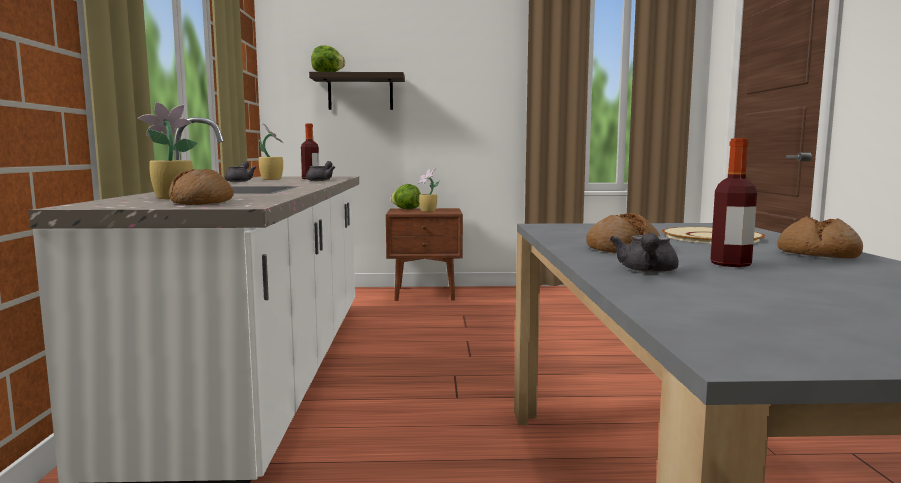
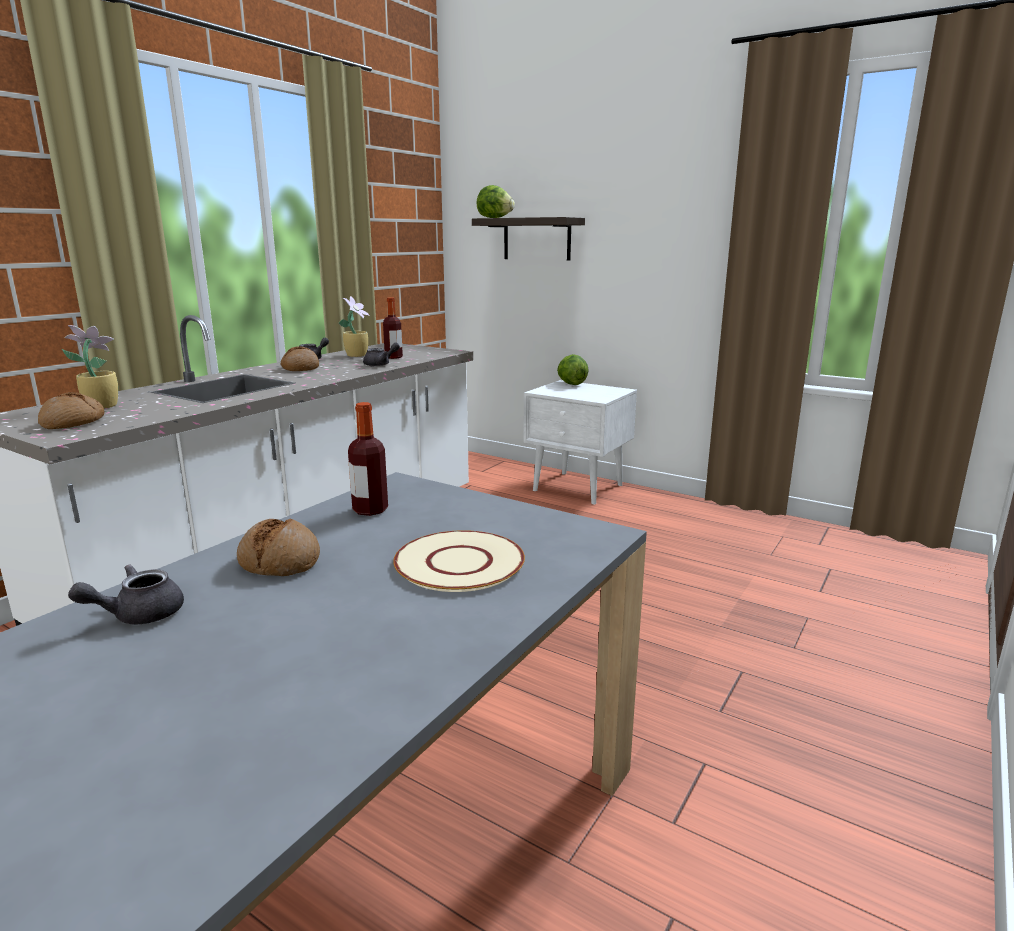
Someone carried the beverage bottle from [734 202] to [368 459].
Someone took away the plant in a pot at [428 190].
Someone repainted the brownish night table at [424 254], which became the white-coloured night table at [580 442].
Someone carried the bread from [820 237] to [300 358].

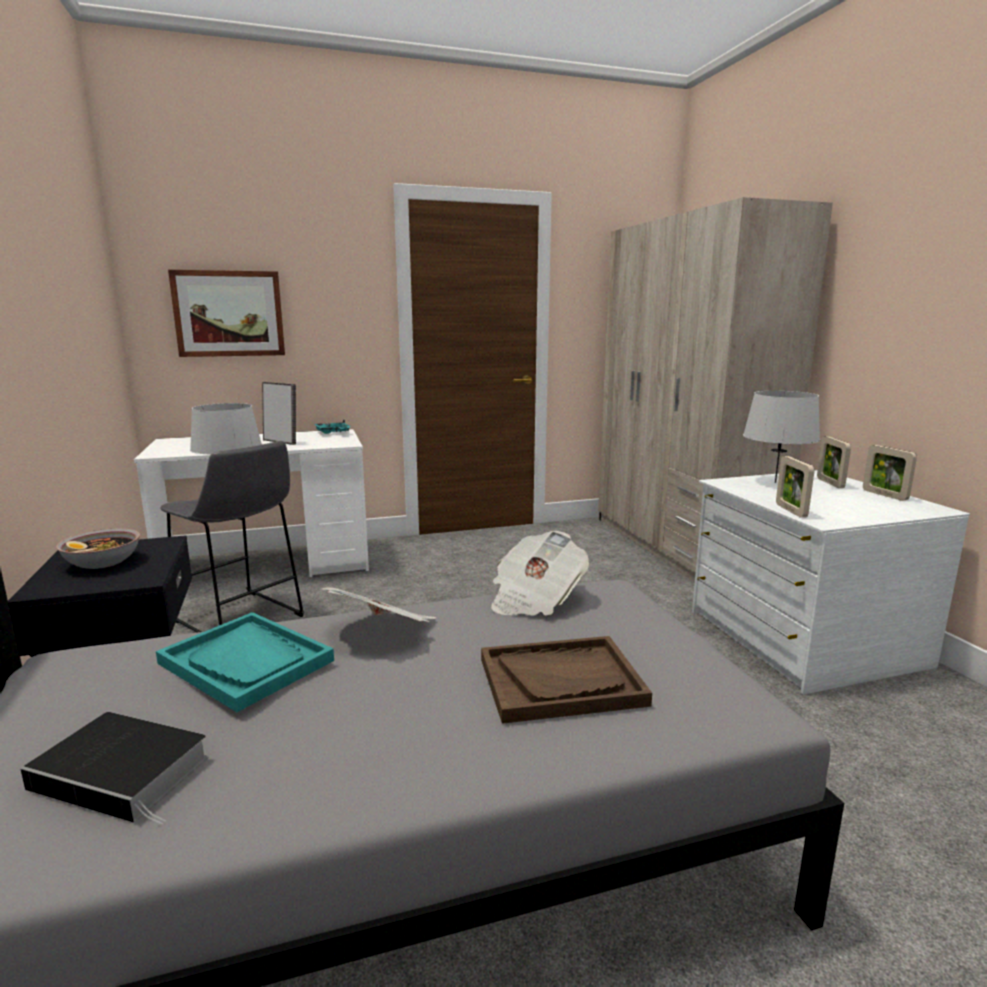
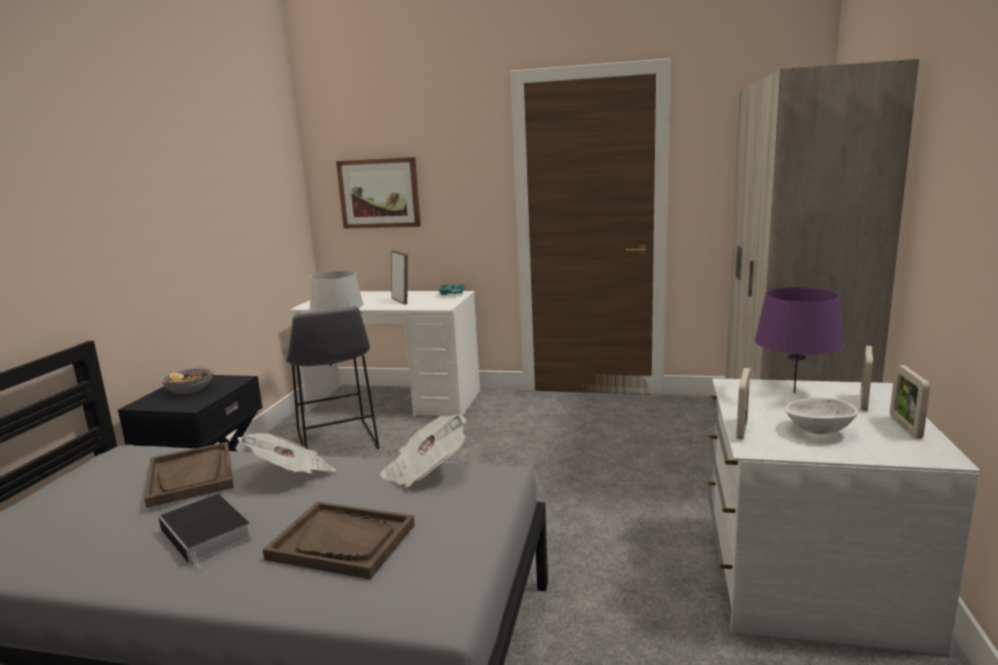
Someone repainted the grey table lamp at [781 437], which became the purple table lamp at [799 340].
Someone repainted the blue-green tray at [245 662], which became the brownish tray at [189 475].
Someone carried the bound book from [114 768] to [205 531].
Someone put down the white-coloured deep dish at [822 415].

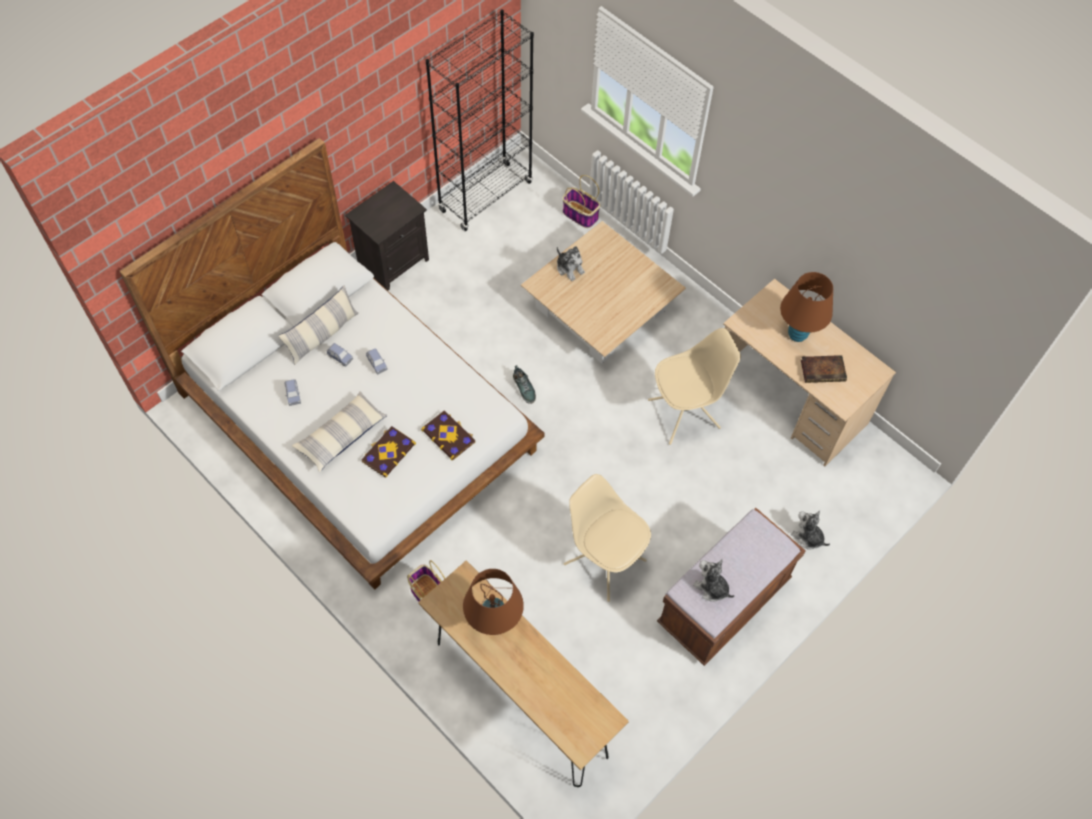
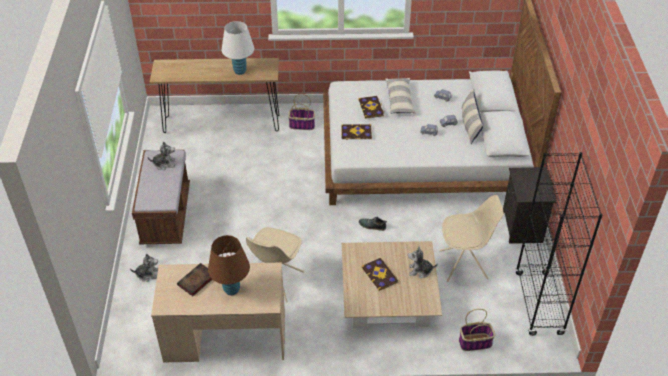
Someone carried the sand-coloured upright chair from [607 538] to [471 238].
Someone repainted the brownish table lamp at [493 602], which became the white-coloured table lamp at [238 48].
Someone put down the bound book at [379 274].

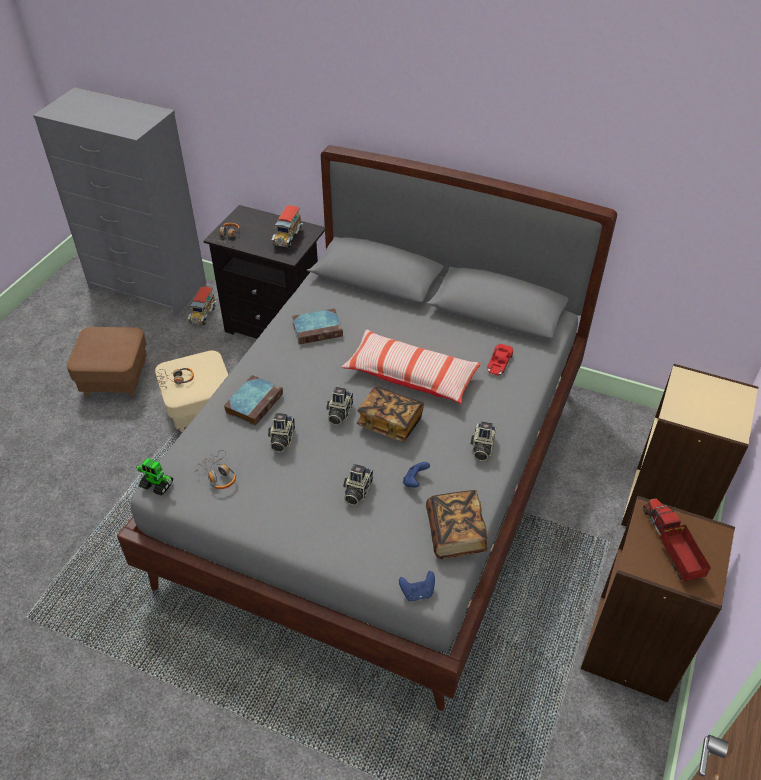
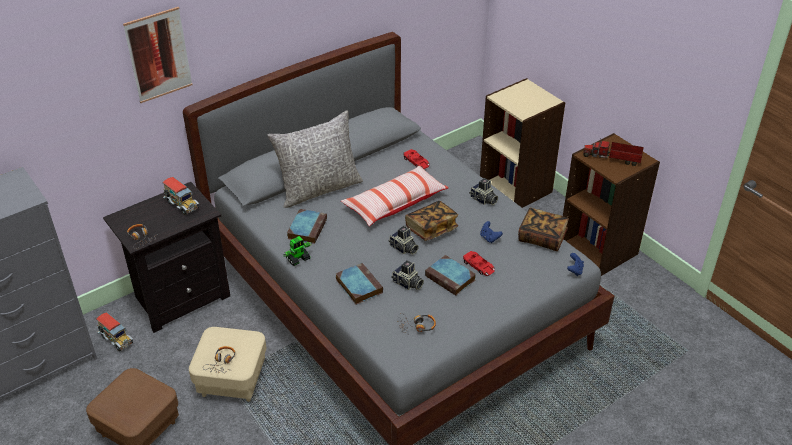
Someone carried the toy robot from [154 477] to [298 251].
Someone swapped the photo camera at [358 485] for the reddish miniature car at [479 263].
Someone put up the picture at [157 55].
Someone put down the grey cushion at [315 159].
Someone put down the bound book at [450 275].

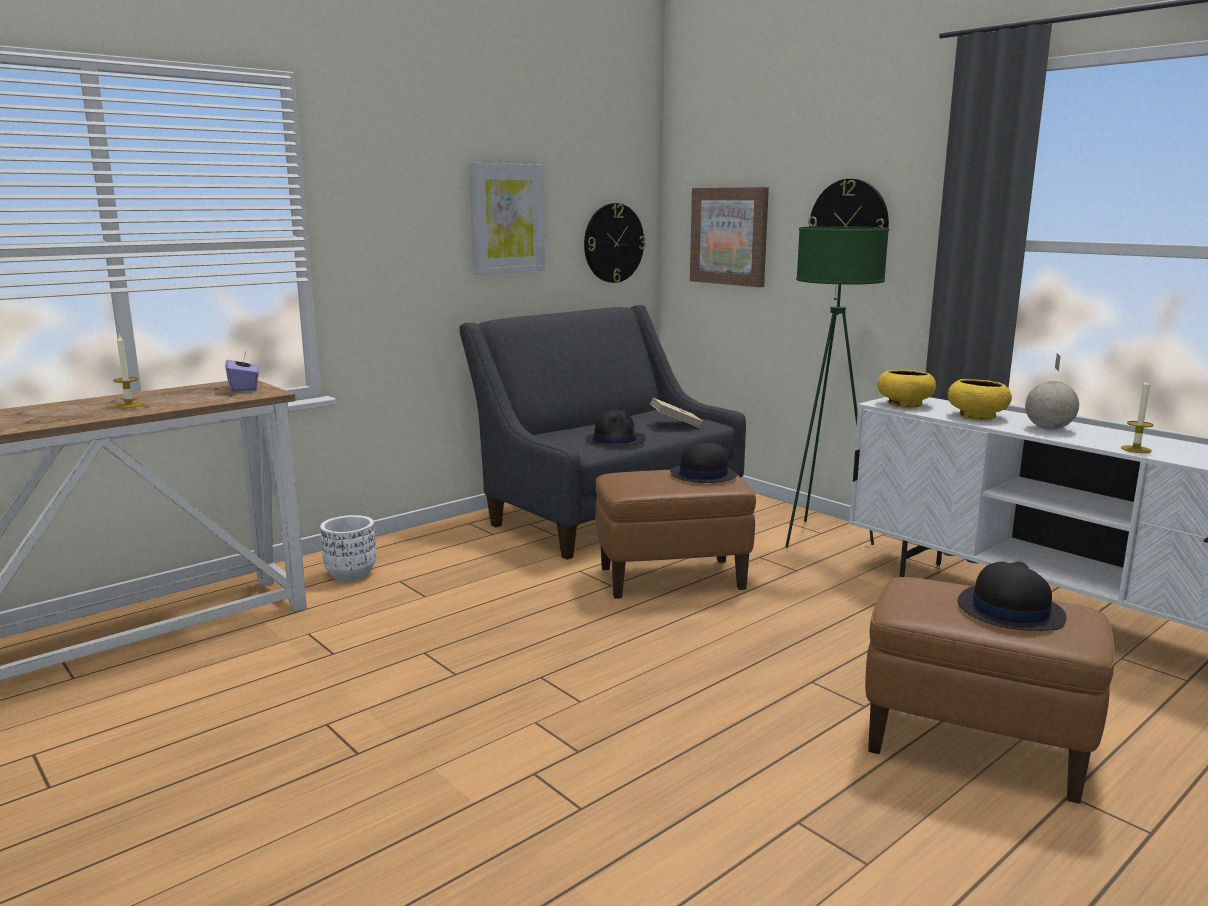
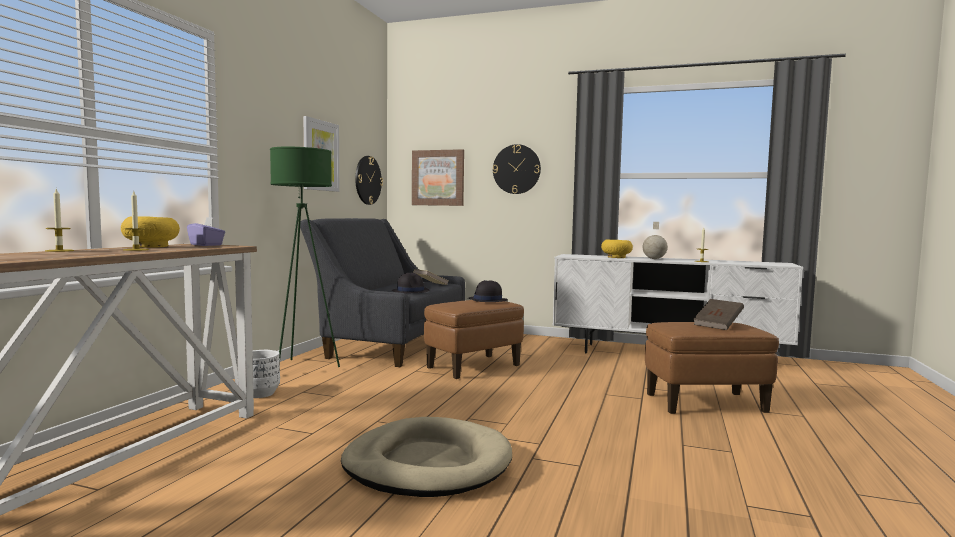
Someone carried the green-coloured floor lamp from [837 387] to [305 257].
Someone carried the yellow-coloured deep dish from [906 389] to [150 232].
Someone swapped the black-coloured wearable hat at [1012 596] for the brownish bound book at [718 314].
Someone put down the wax light at [59 220].
Someone put down the sand-coloured dog cushion at [426 457].

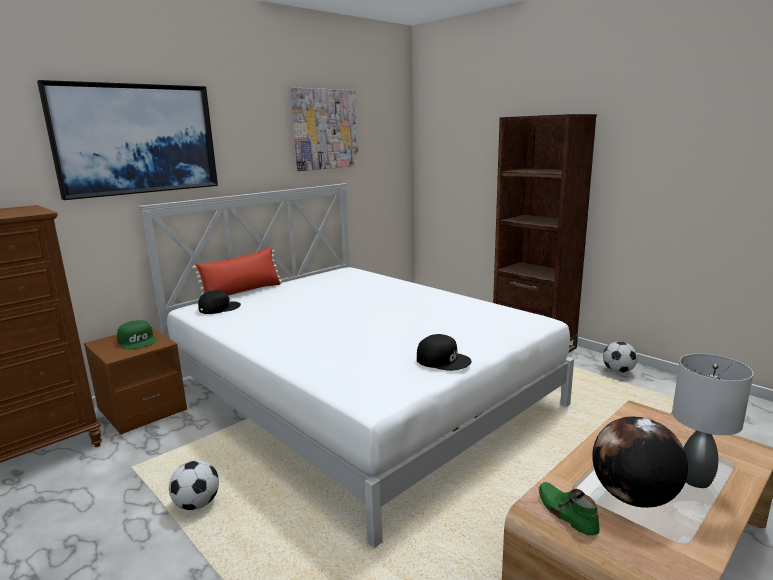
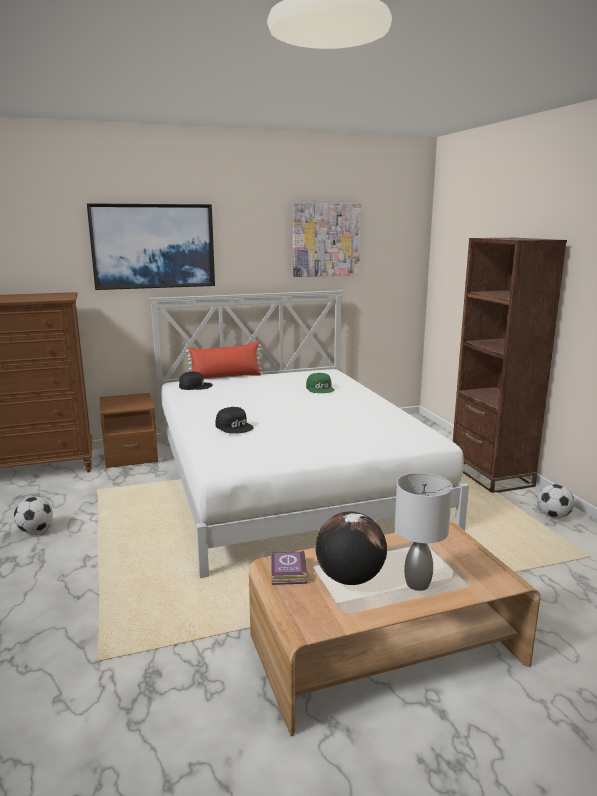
Someone carried the green-coloured peaked cap from [137 334] to [320 383].
Someone carried the black-coloured peaked cap from [444 352] to [234 420].
Someone carried the football from [194 485] to [33 515].
Someone swapped the green-coloured item of footwear at [569 509] for the bound book at [289 568].

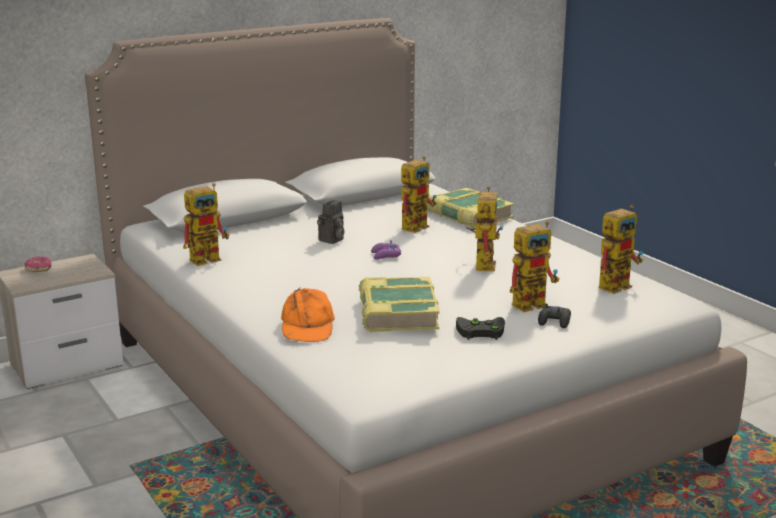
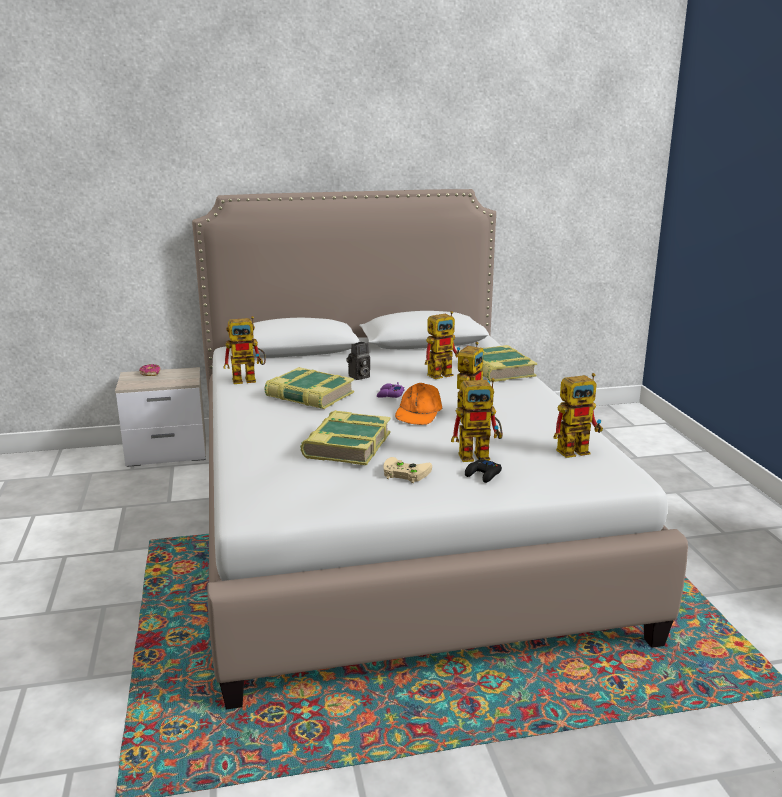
Someone carried the orangey peaked cap from [308 315] to [418 403].
Someone repainted the black-coloured gamepad at [480 328], which became the sand-coloured gamepad at [407 470].
Someone put down the bound book at [309 388].

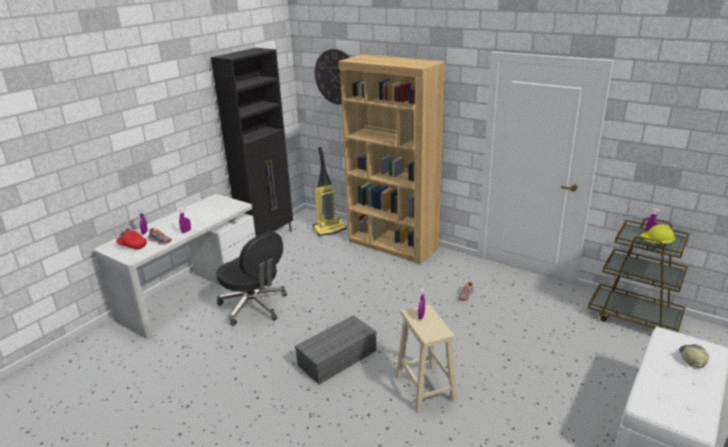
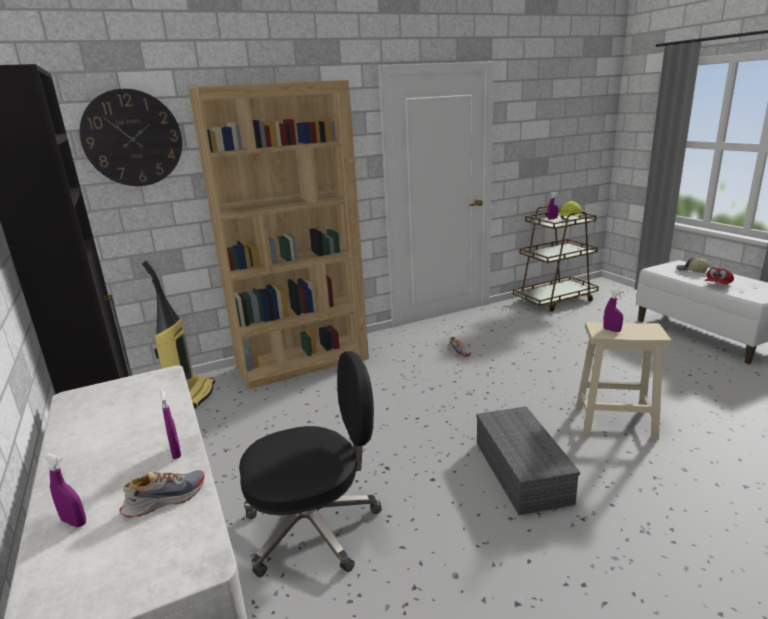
Someone carried the reddish peaked cap from [131 239] to [719 275].

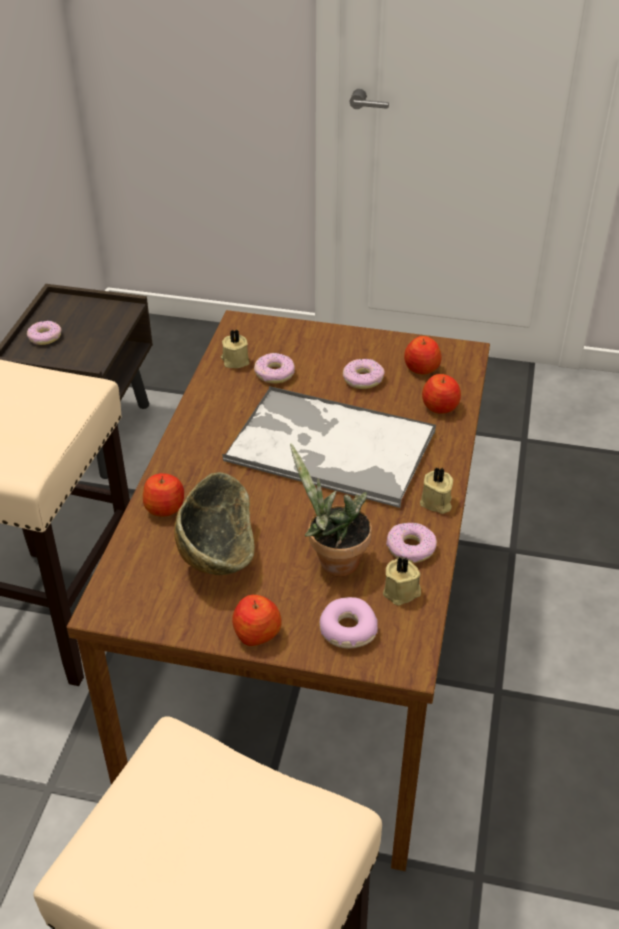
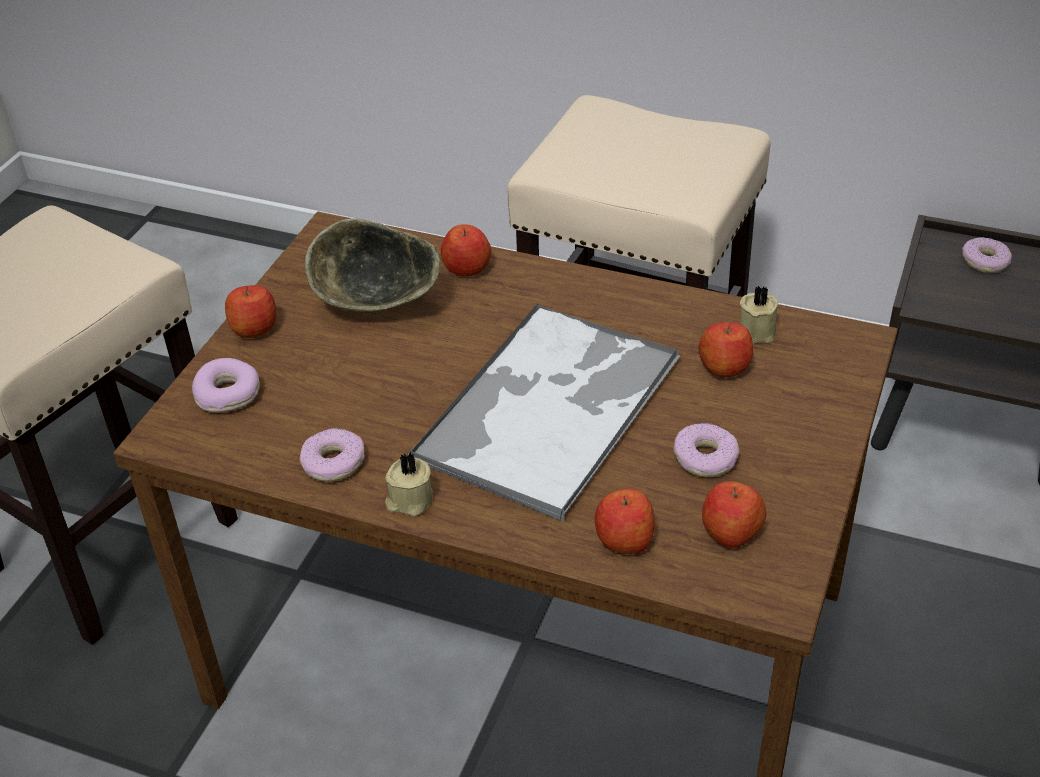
Someone swapped the donut at [274 368] for the apple fruit at [725 350].
Someone took away the plant in a pot at [331 510].
Someone took away the sand-coloured wax light at [402 581].

